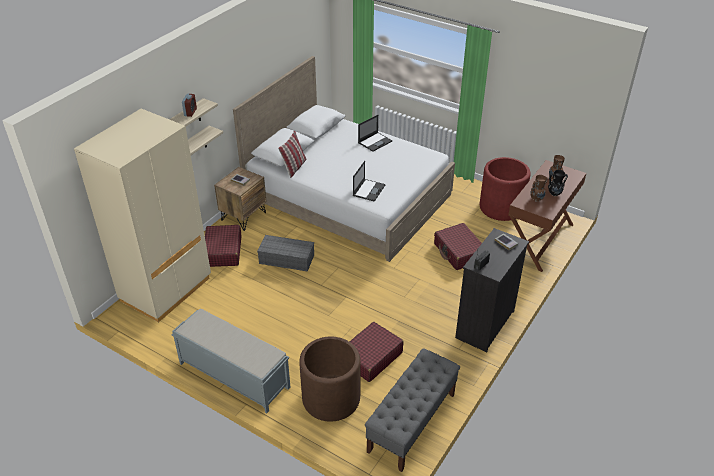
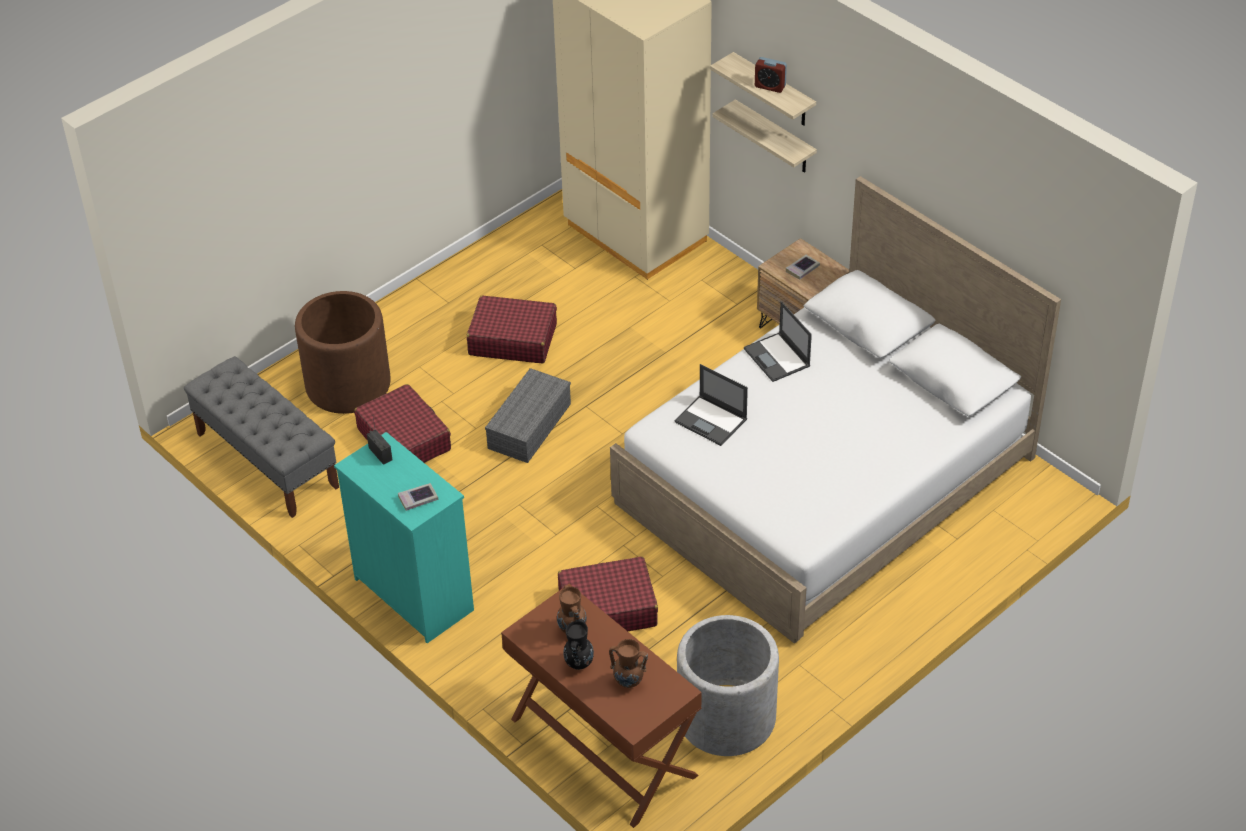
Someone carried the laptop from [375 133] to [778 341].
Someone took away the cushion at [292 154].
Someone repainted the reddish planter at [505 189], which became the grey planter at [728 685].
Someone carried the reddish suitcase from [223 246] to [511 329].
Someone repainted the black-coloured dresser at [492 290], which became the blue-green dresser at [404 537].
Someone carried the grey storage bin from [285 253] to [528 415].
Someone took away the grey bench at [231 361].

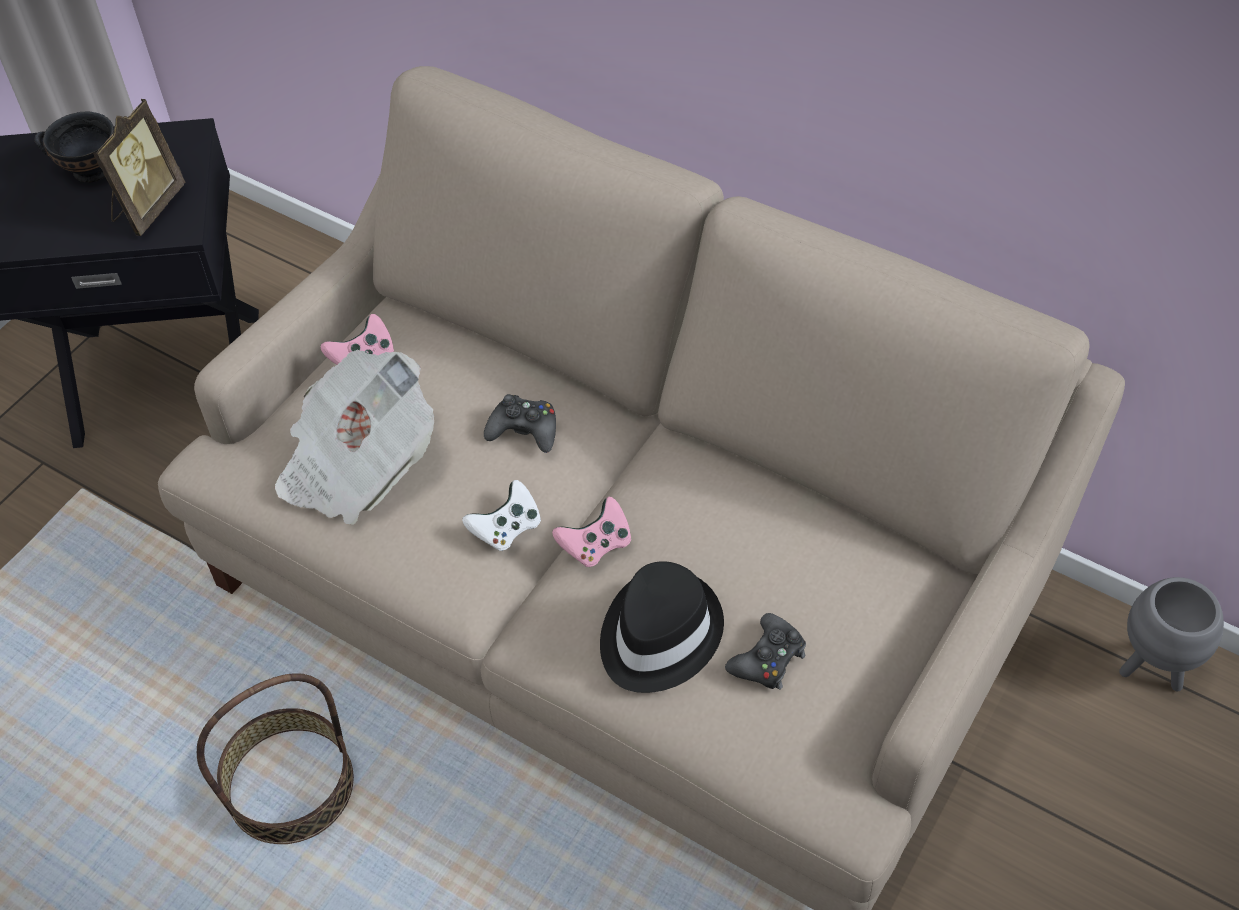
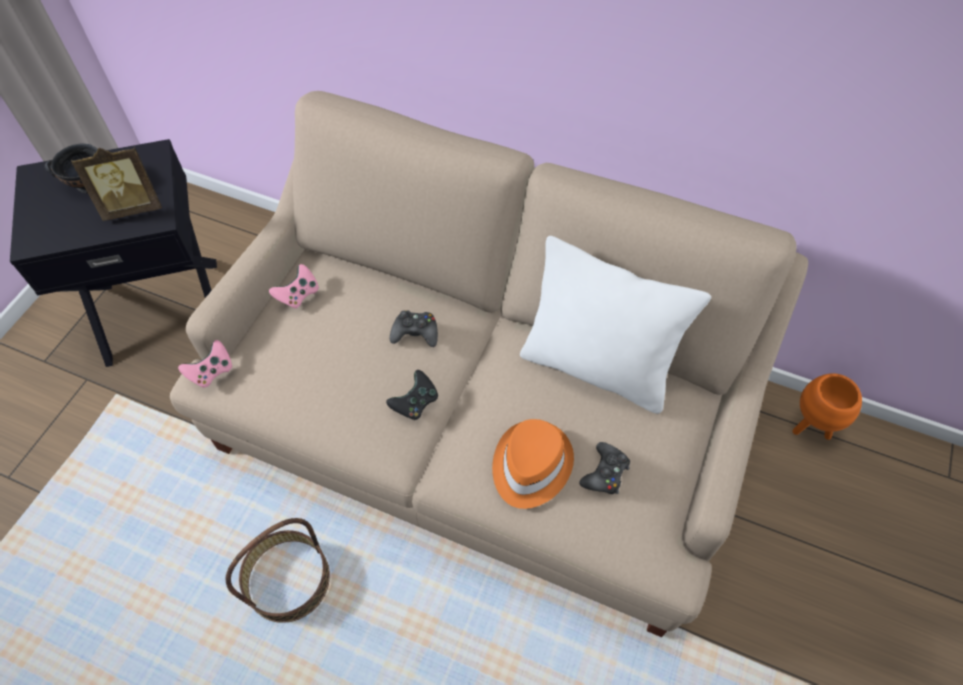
Someone rotated the picture frame at [139 167] by 60 degrees clockwise.
Someone took away the printed paper at [354 437].
Someone repainted the white-coloured gamepad at [501 515], which became the black-coloured gamepad at [412 395].
Someone carried the pinkish gamepad from [591 532] to [205 364].
Someone repainted the black-coloured wearable hat at [662 627], which became the orangey wearable hat at [533 464].
Someone repainted the grey planter at [1171 634], which became the orangey planter at [827 406].
Someone put down the white-coloured cushion at [615 325].

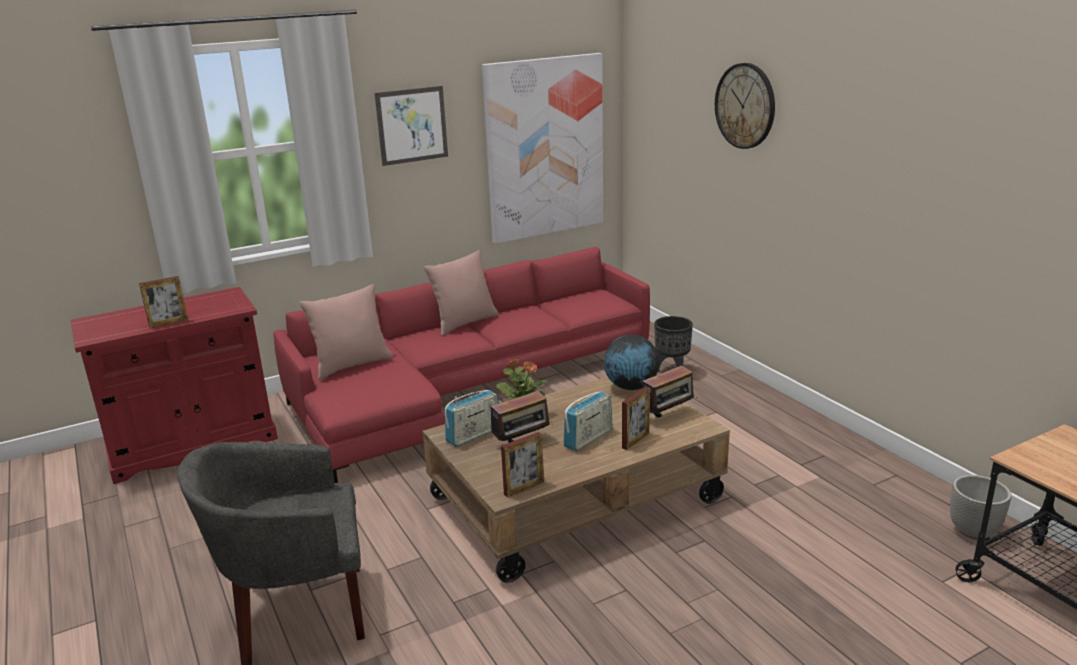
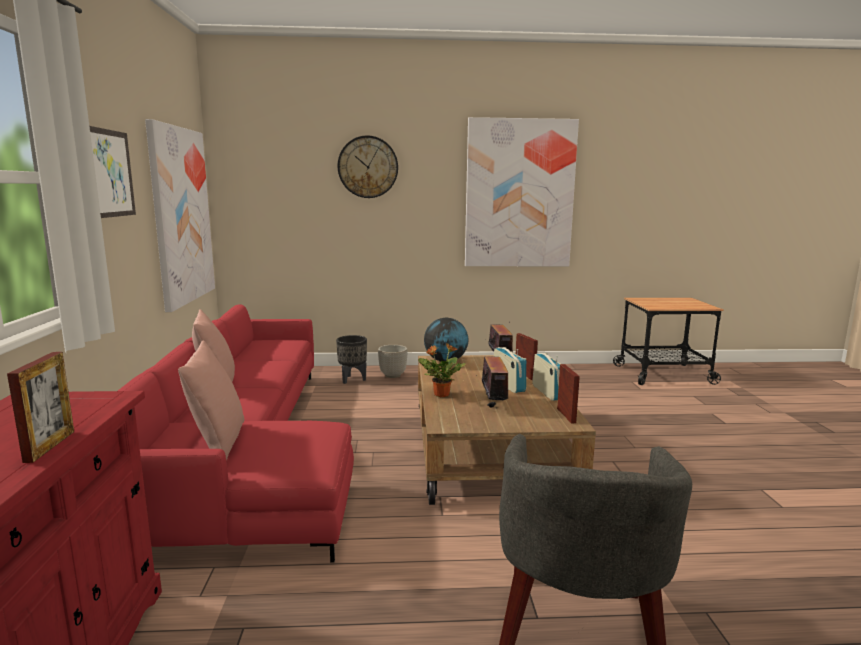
Someone carried the radio receiver from [472 418] to [546 377].
Someone carried the planter from [980 507] to [393 361].
Someone put up the picture at [522 191].

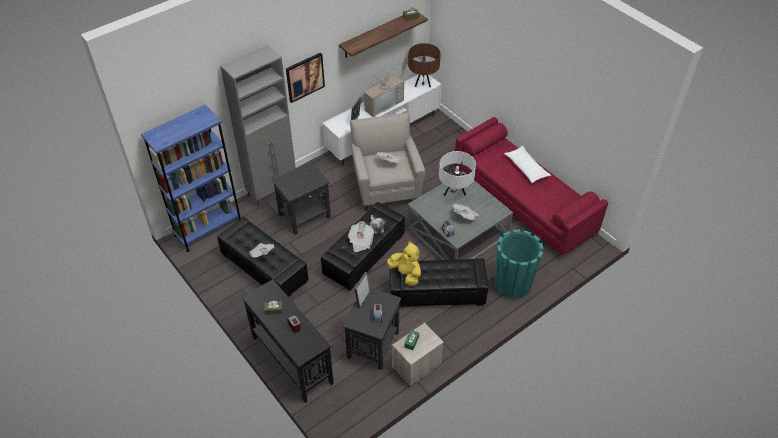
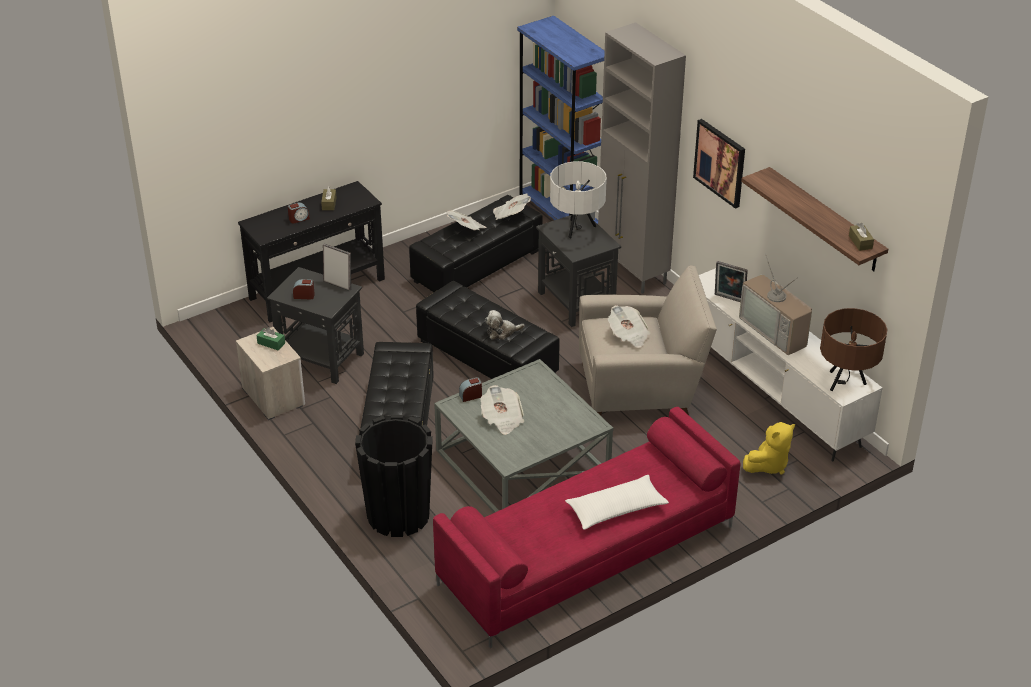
Someone carried the white-coloured table lamp from [457 173] to [578 199].
Someone carried the printed paper from [361 236] to [512 207].
Someone repainted the blue-green planter at [519 264], which became the black-coloured planter at [394 476].
Someone carried the yellow-coloured plush toy from [404 263] to [769 448].

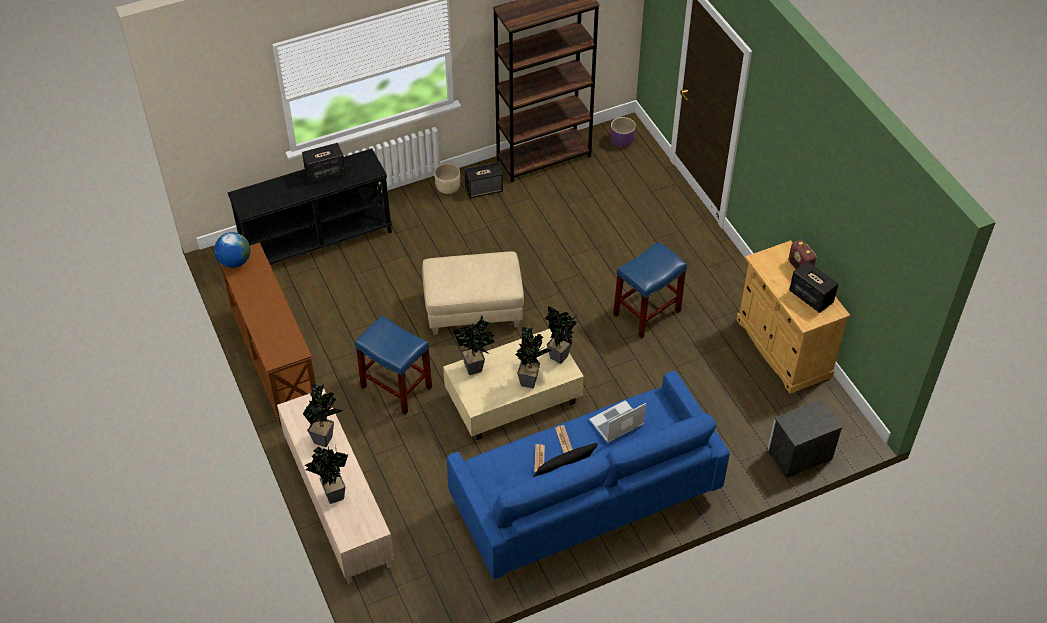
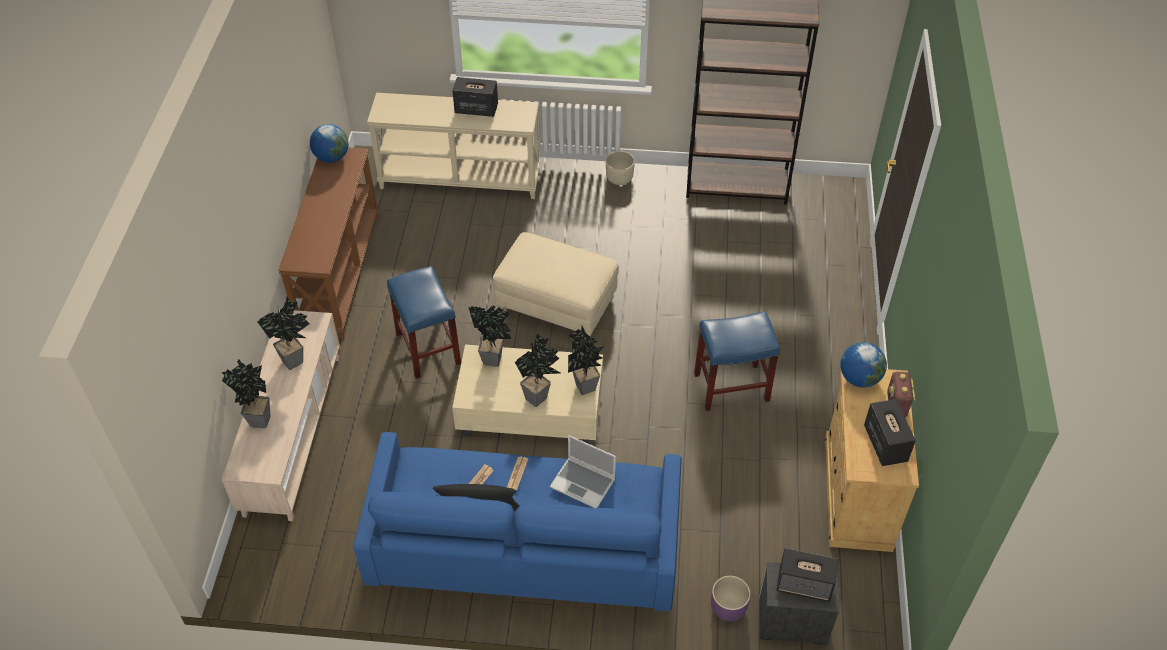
Someone carried the purple planter from [623 132] to [731 598].
Someone repainted the black-coloured narrow table at [310 206], which became the sand-coloured narrow table at [454 146].
Someone carried the speaker from [483 180] to [807 575].
Someone rotated the laptop at [617 421] by 150 degrees counterclockwise.
Someone put down the desk globe at [863 365].

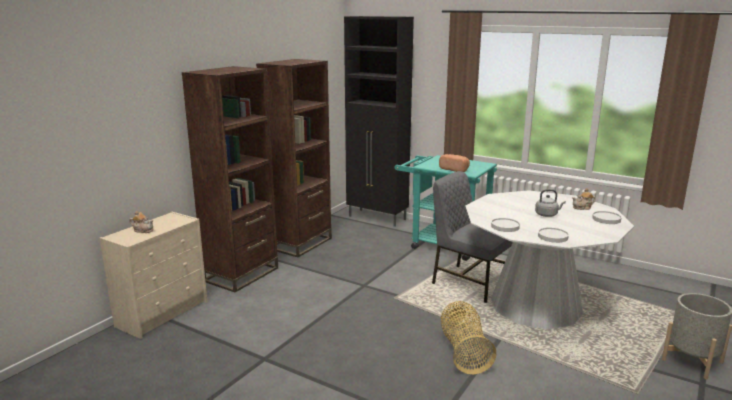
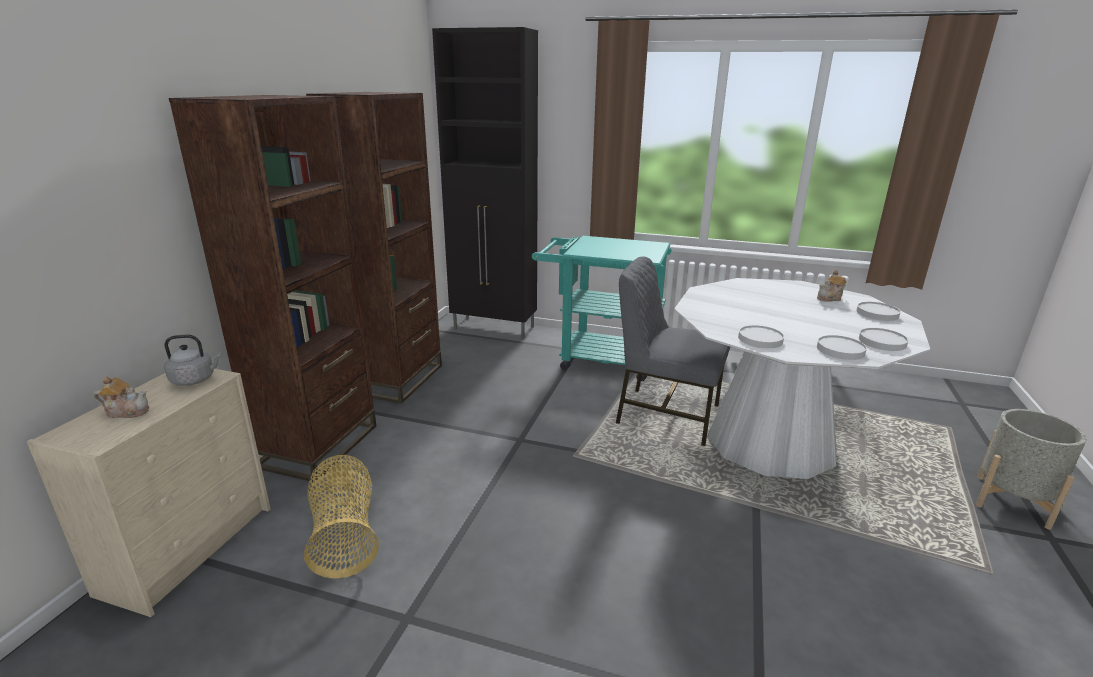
Someone took away the bread at [454 163].
Someone carried the grey kettle from [550 203] to [193 360].
Someone carried the storage basket from [469 338] to [341 517].
Someone put down the white-coloured dinner plate at [884 339].

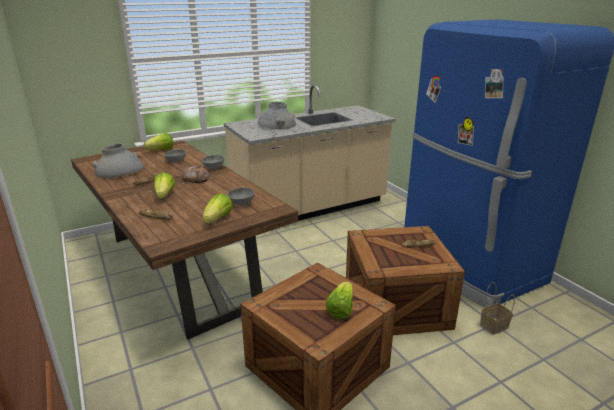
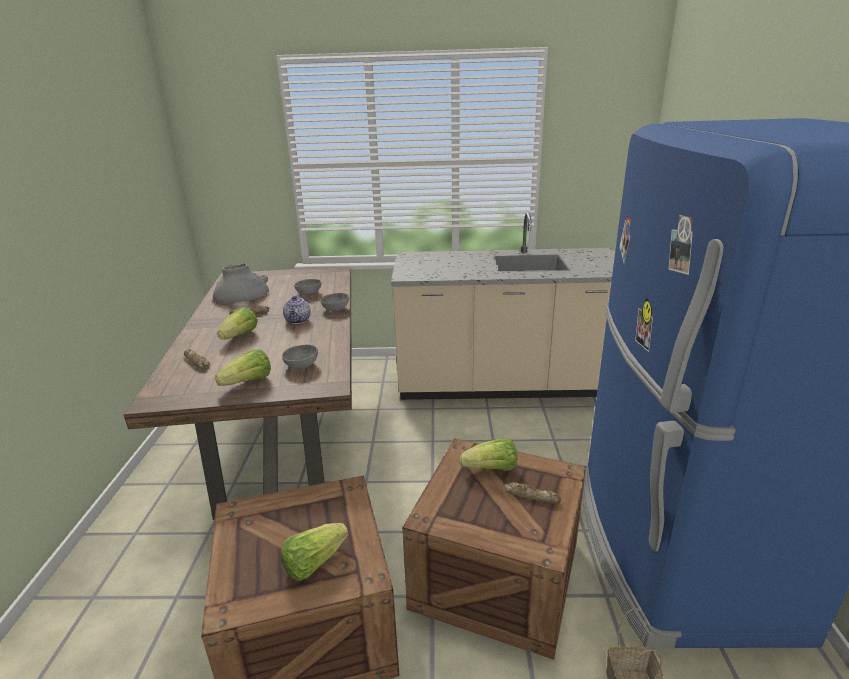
Someone took away the grey flower vase at [277 115].
Someone carried the lettuce head from [159 141] to [488 454].
Someone swapped the bread at [196 175] for the teapot at [297 309].

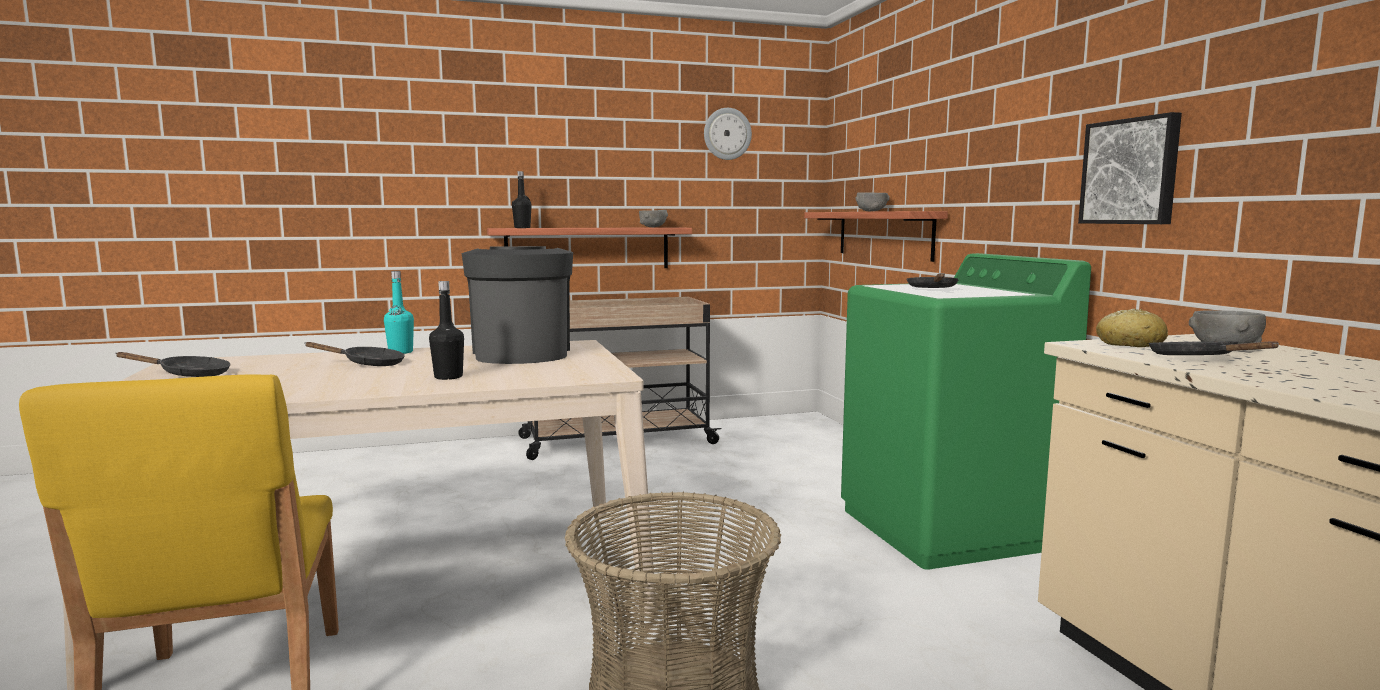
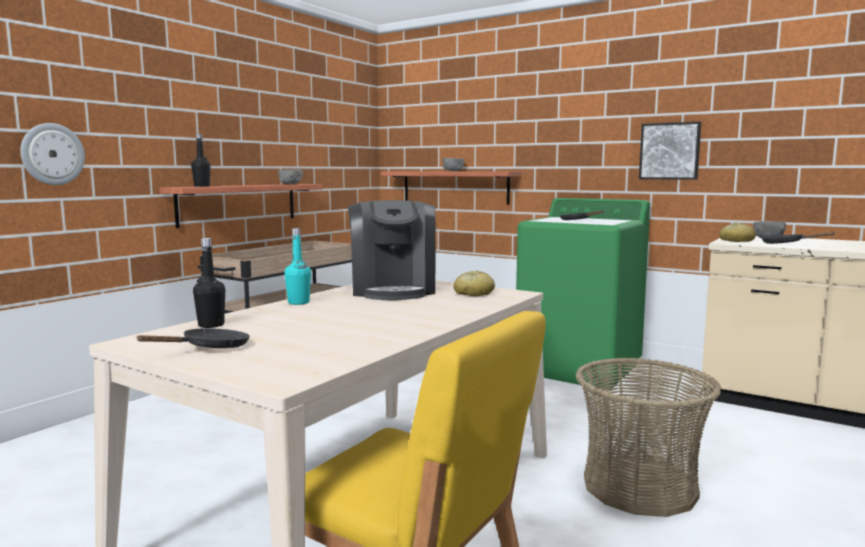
Someone carried the hanging clock from [728 134] to [52 154].
Someone rotated the coffee maker at [517 305] by 135 degrees counterclockwise.
Someone carried the black-coloured beverage bottle from [446 330] to [209 283].
Someone took away the black-coloured frying pan at [355 354].
Someone put down the bread at [474 283].

